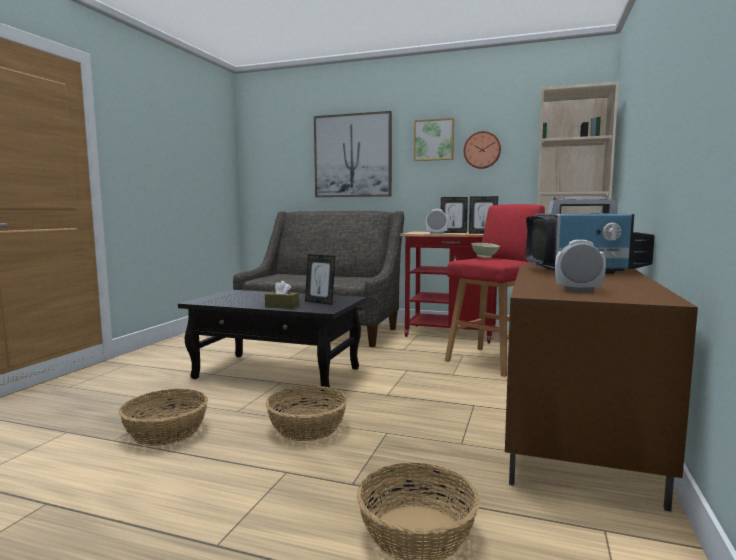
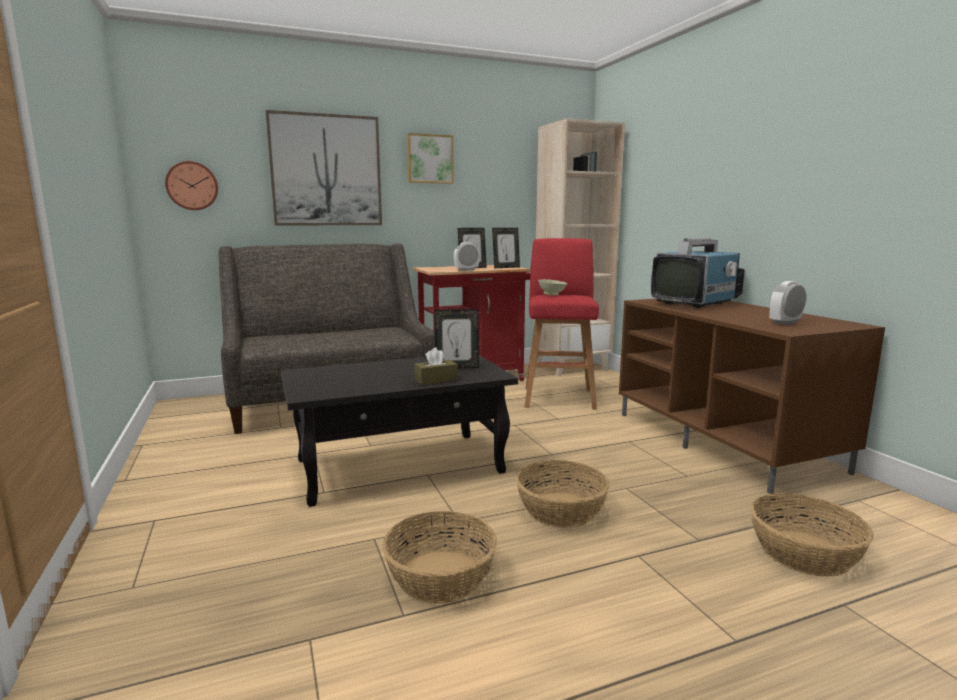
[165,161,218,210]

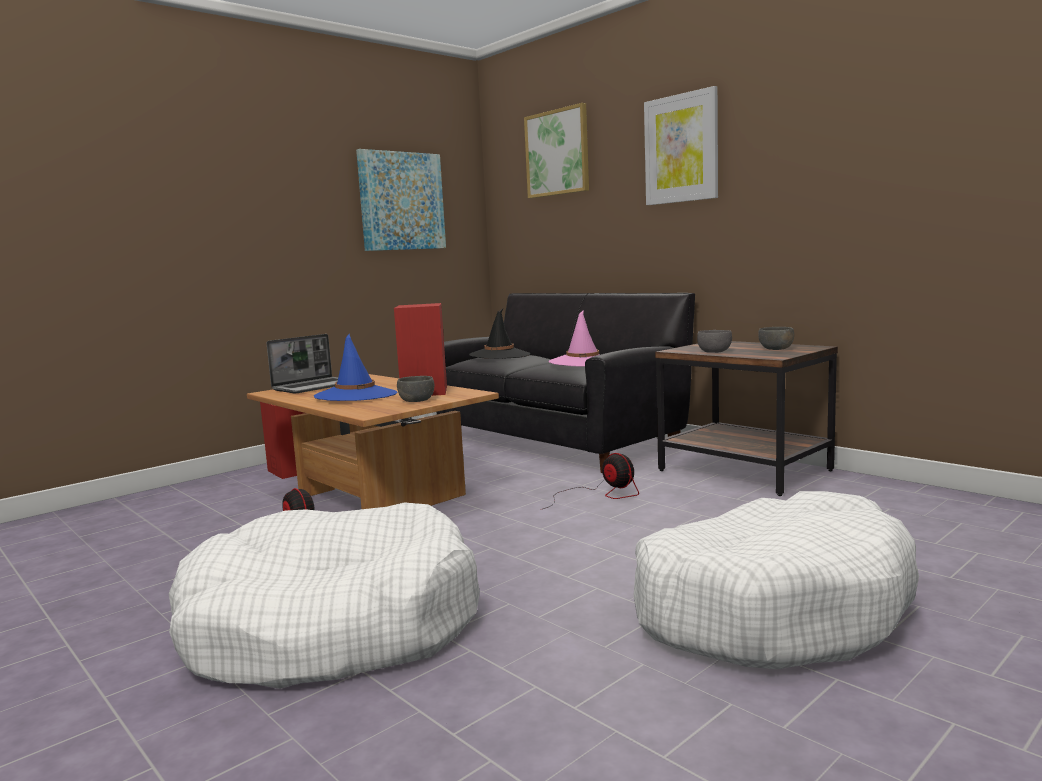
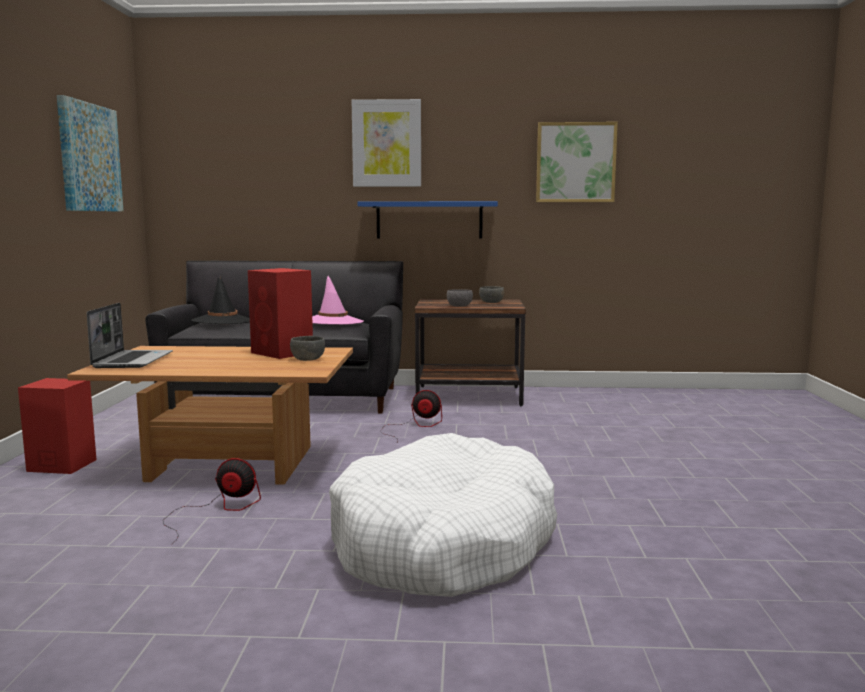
[358,201,498,239]
[536,122,618,202]
[314,334,397,401] (first image)
[634,491,919,669] (first image)

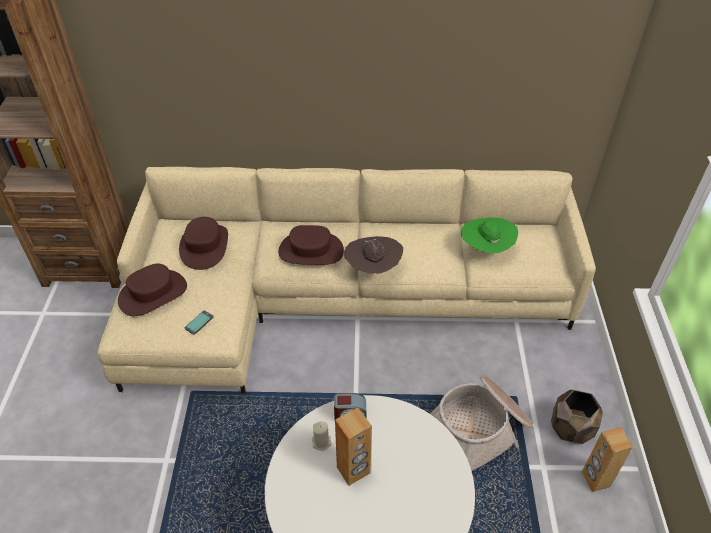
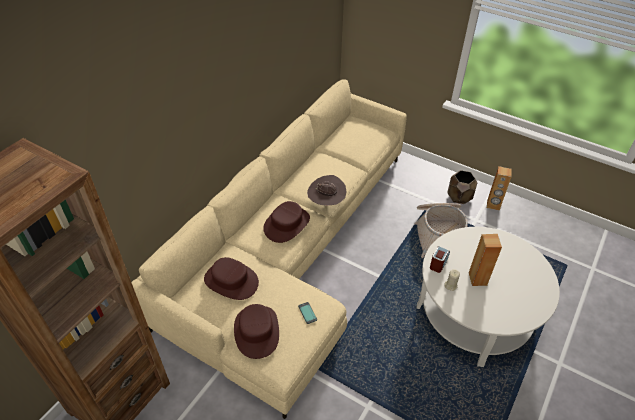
[461,218,518,253] (first image)

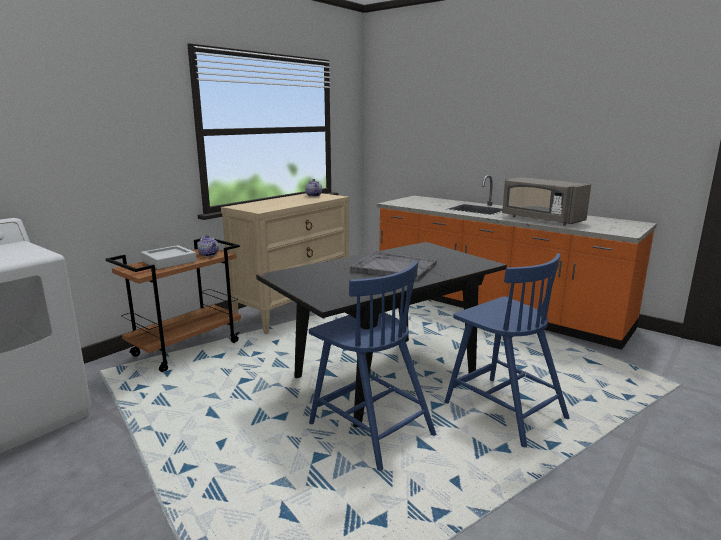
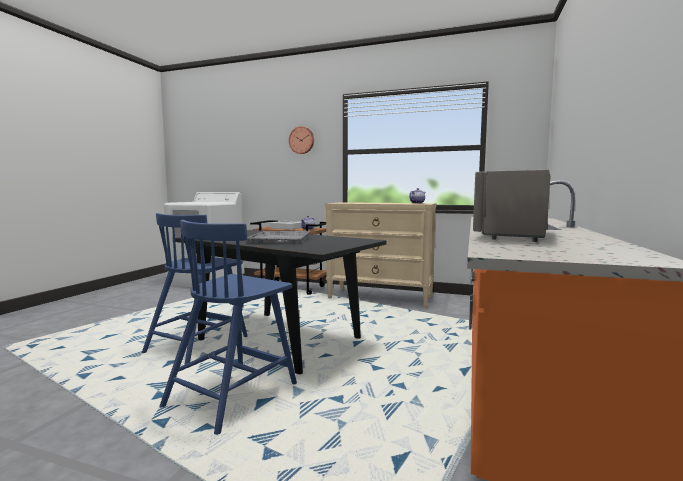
[289,126,314,154]

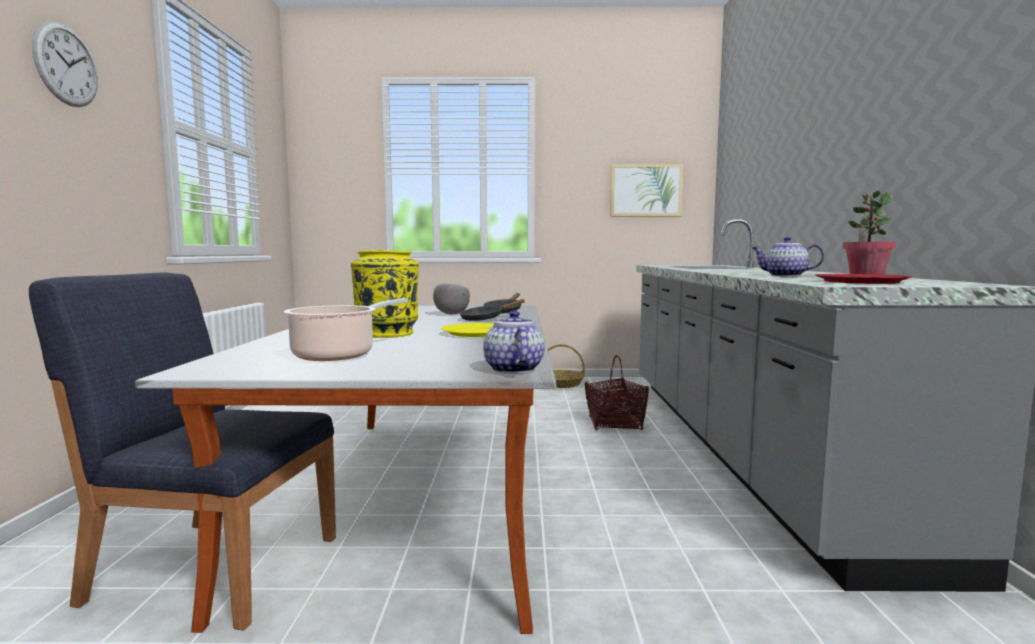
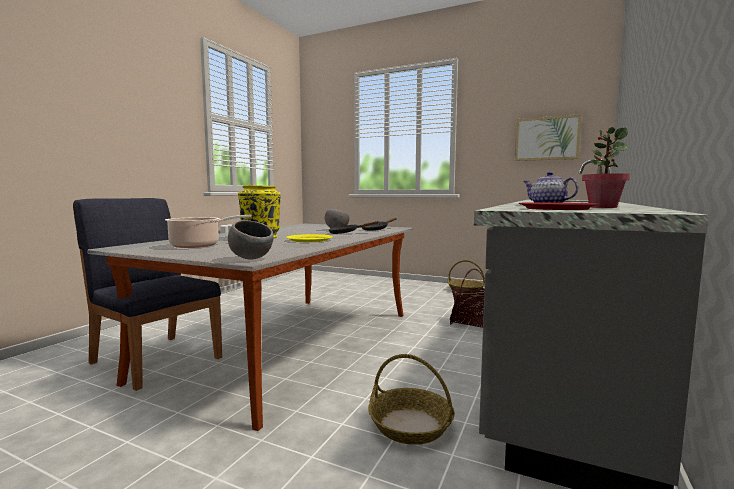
[228,220,274,259]
[368,354,455,444]
[32,21,98,107] (first image)

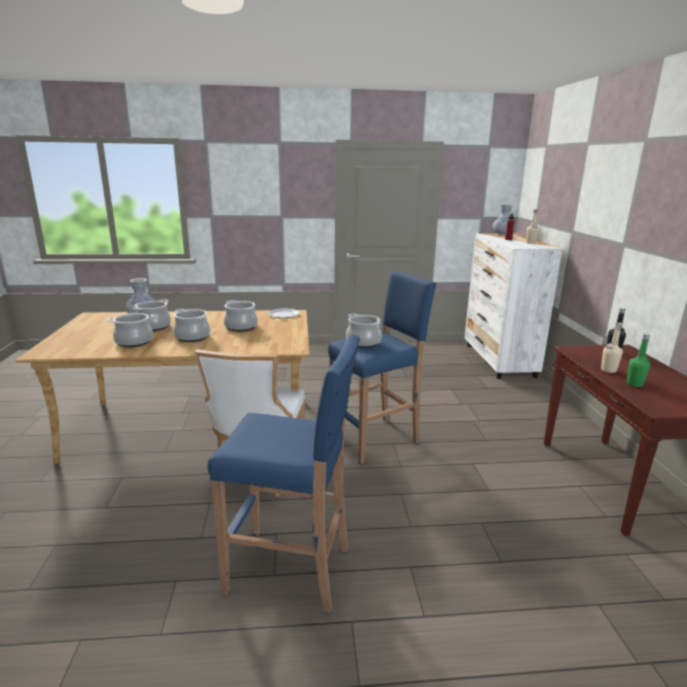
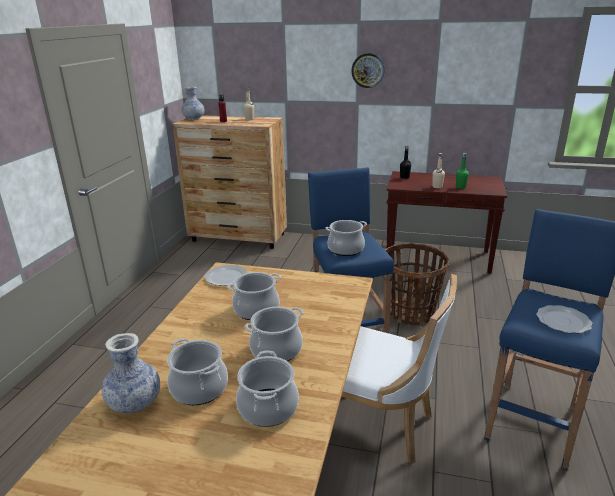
[172,115,287,249]
[351,53,385,88]
[383,243,449,325]
[536,305,593,333]

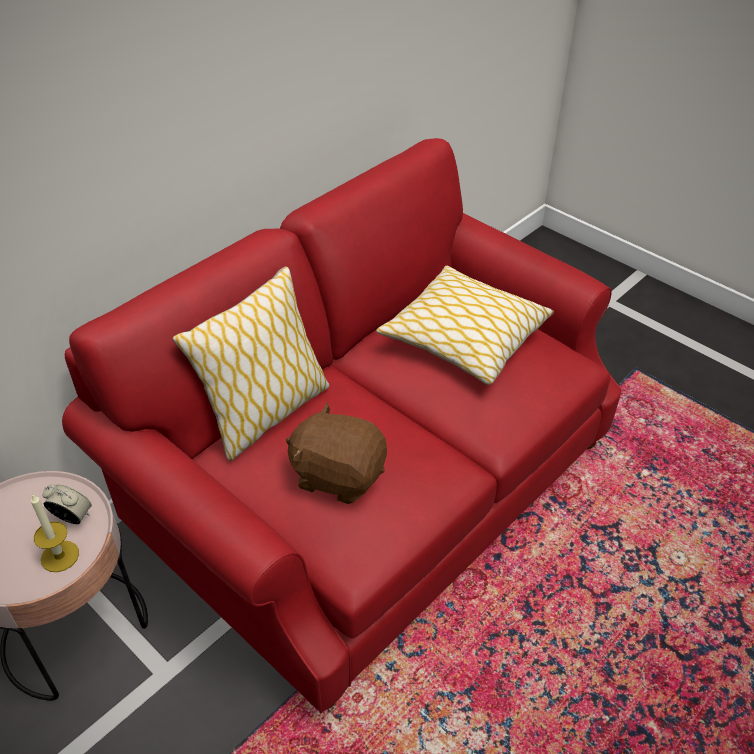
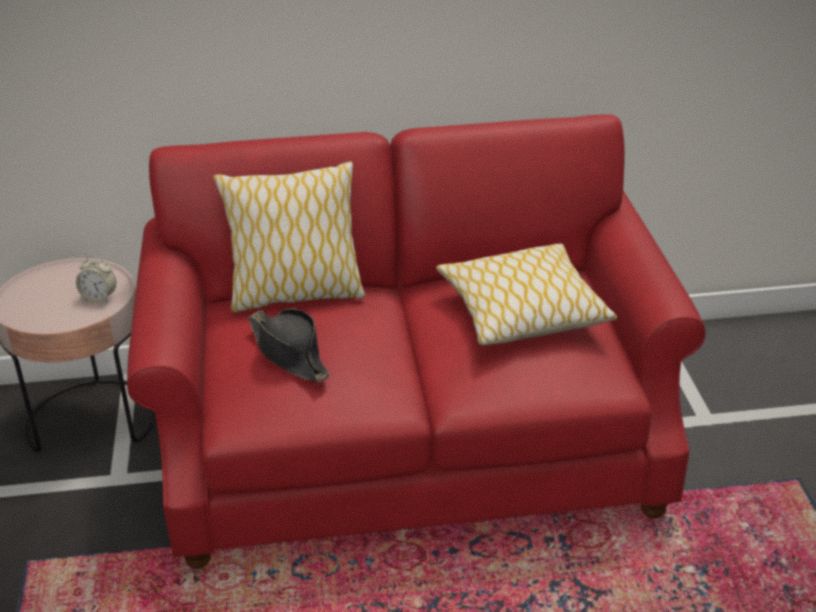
[76,256,116,303]
[248,309,330,382]
[31,494,79,572] (first image)

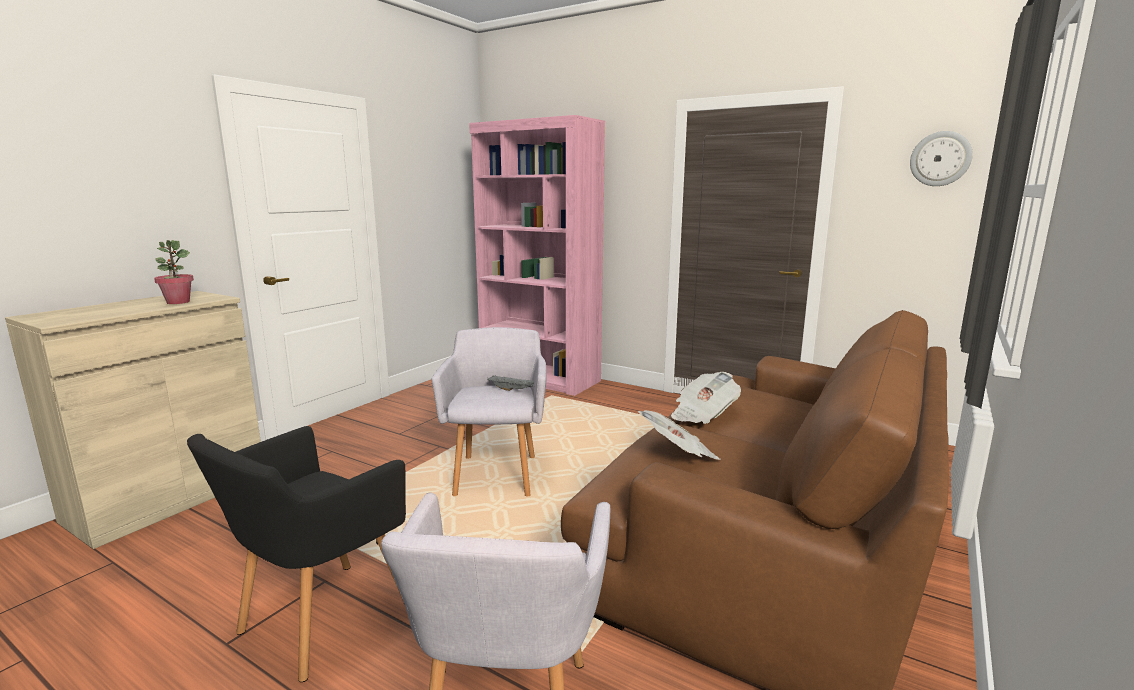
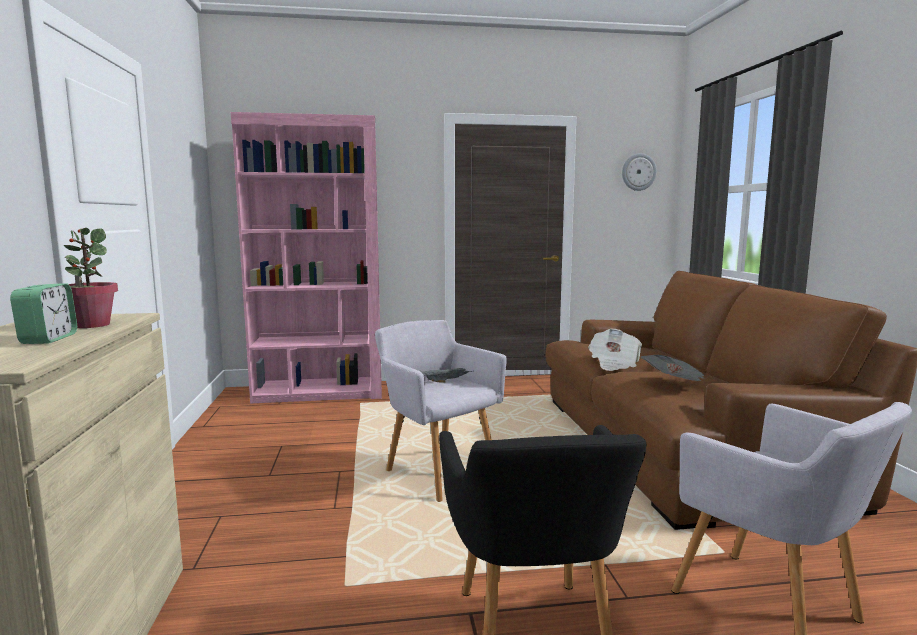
[10,283,77,344]

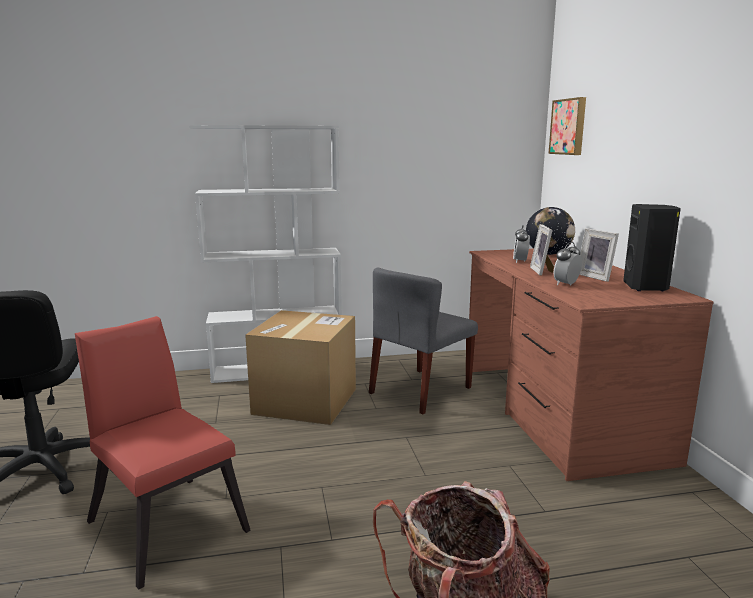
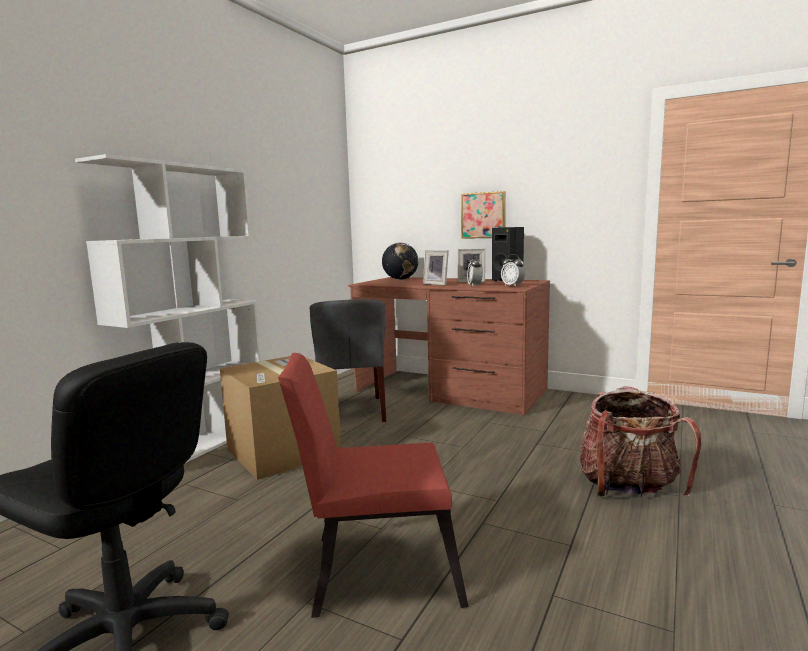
[461,191,506,239]
[501,254,525,287]

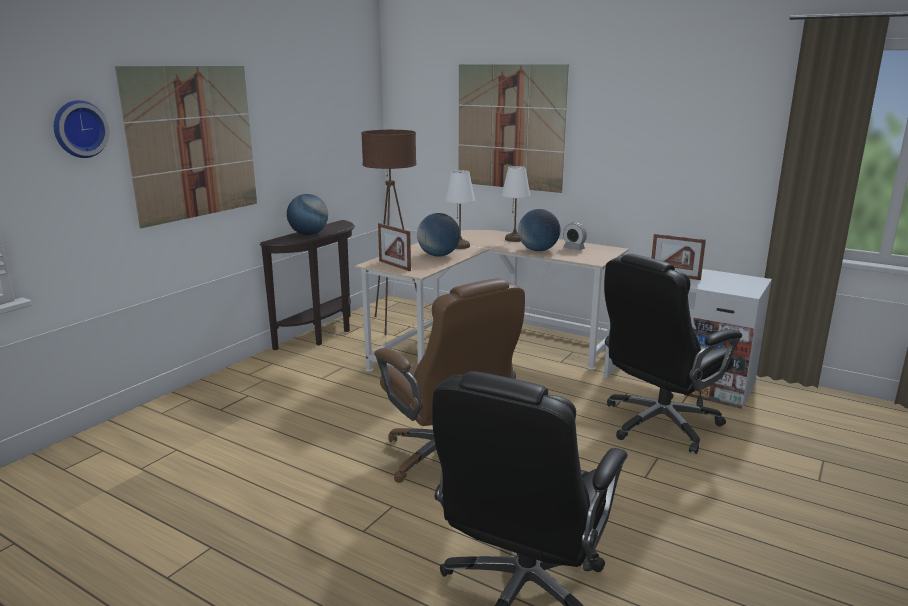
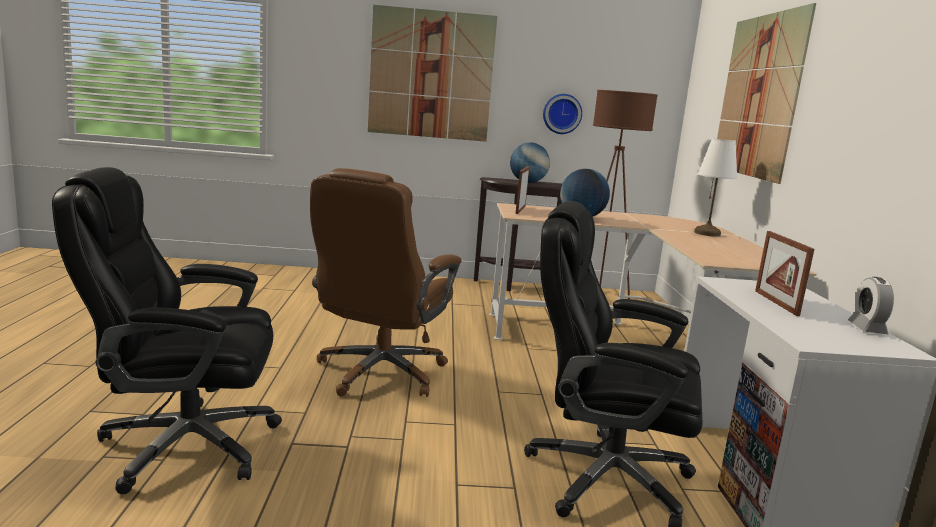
[543,94,582,134]
[848,277,894,334]
[445,170,475,249] (first image)
[518,209,560,251] (first image)

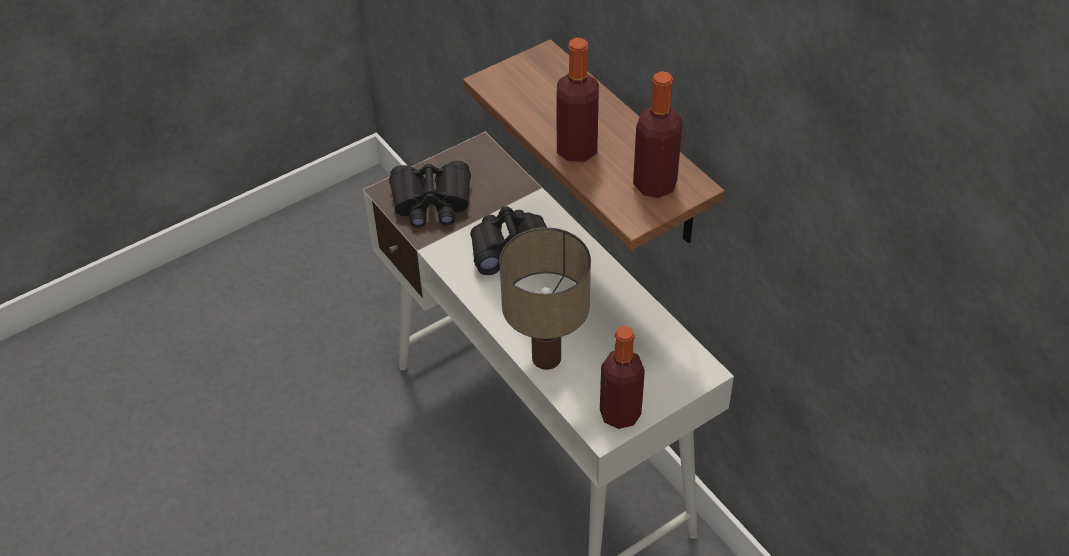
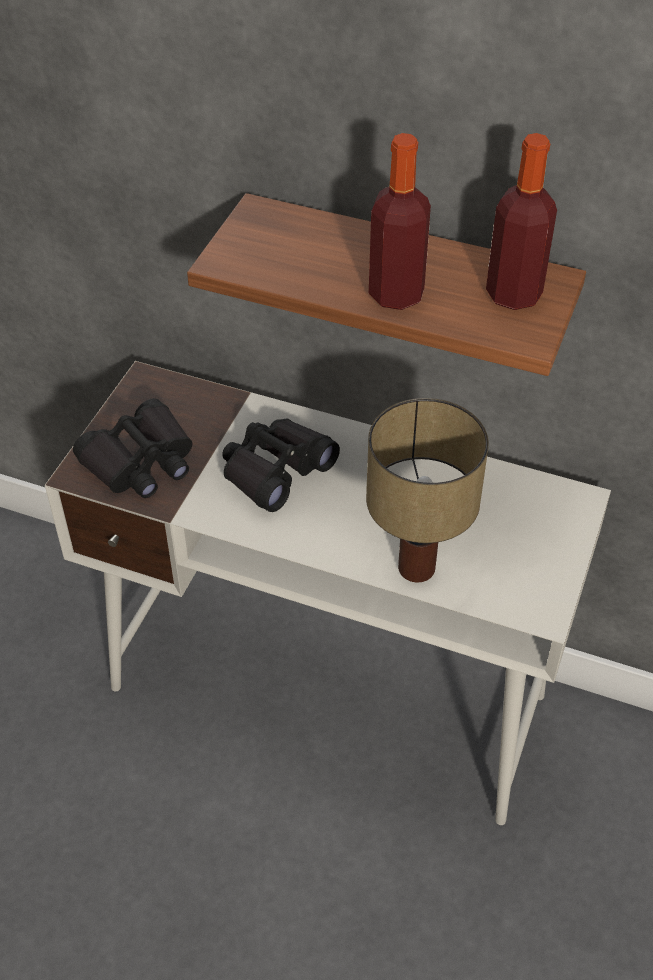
[600,326,645,429] (first image)

